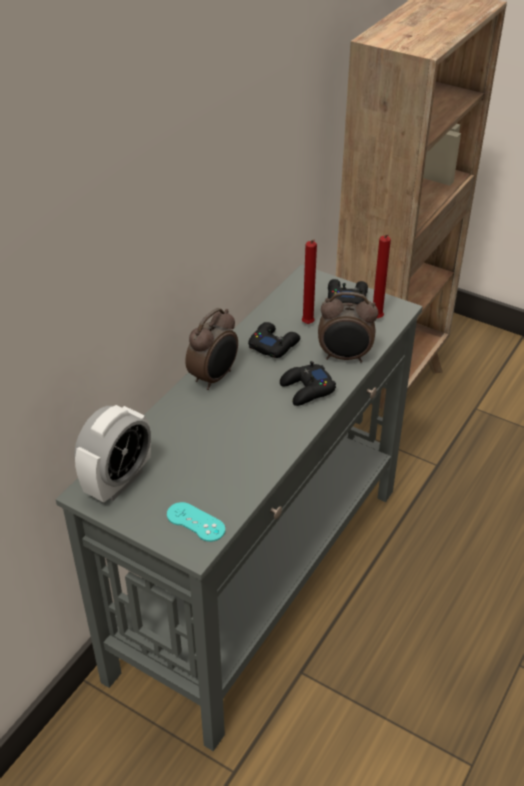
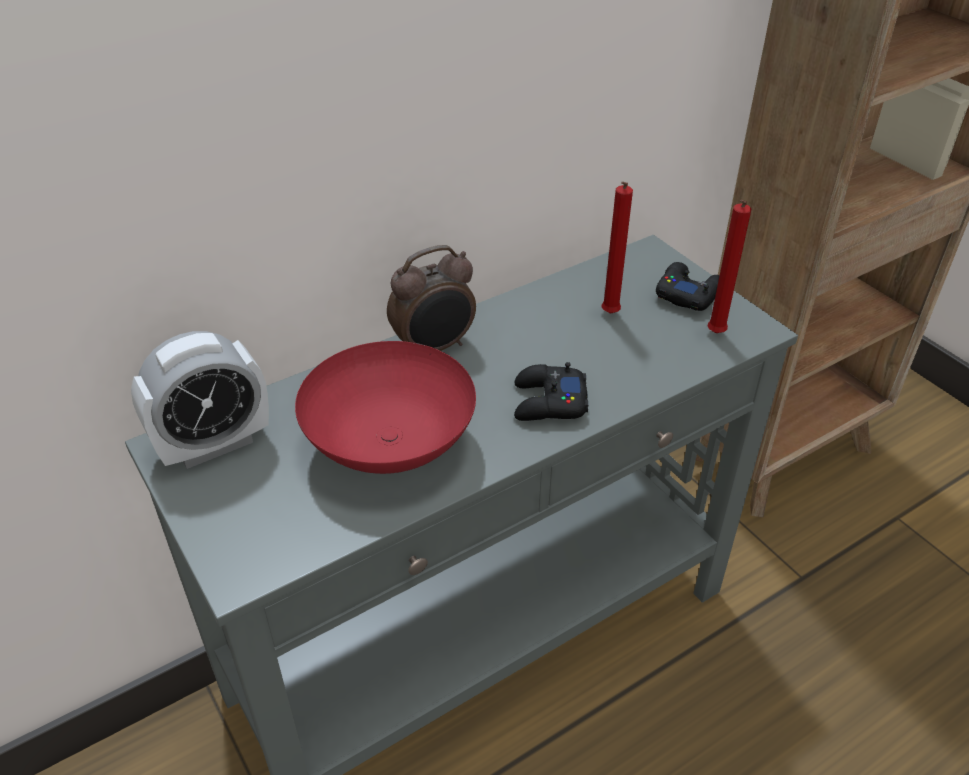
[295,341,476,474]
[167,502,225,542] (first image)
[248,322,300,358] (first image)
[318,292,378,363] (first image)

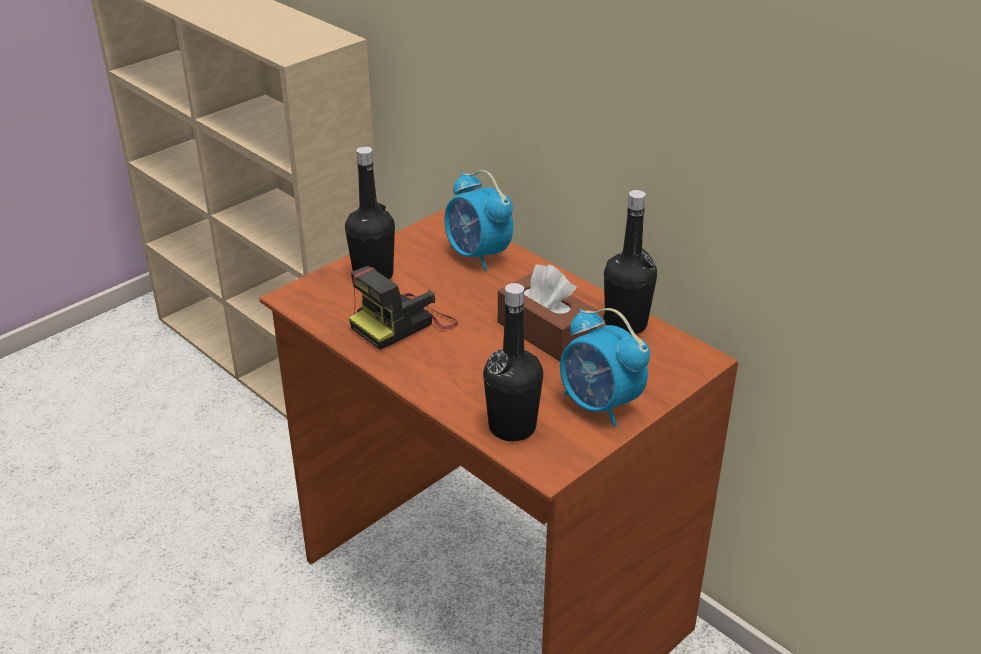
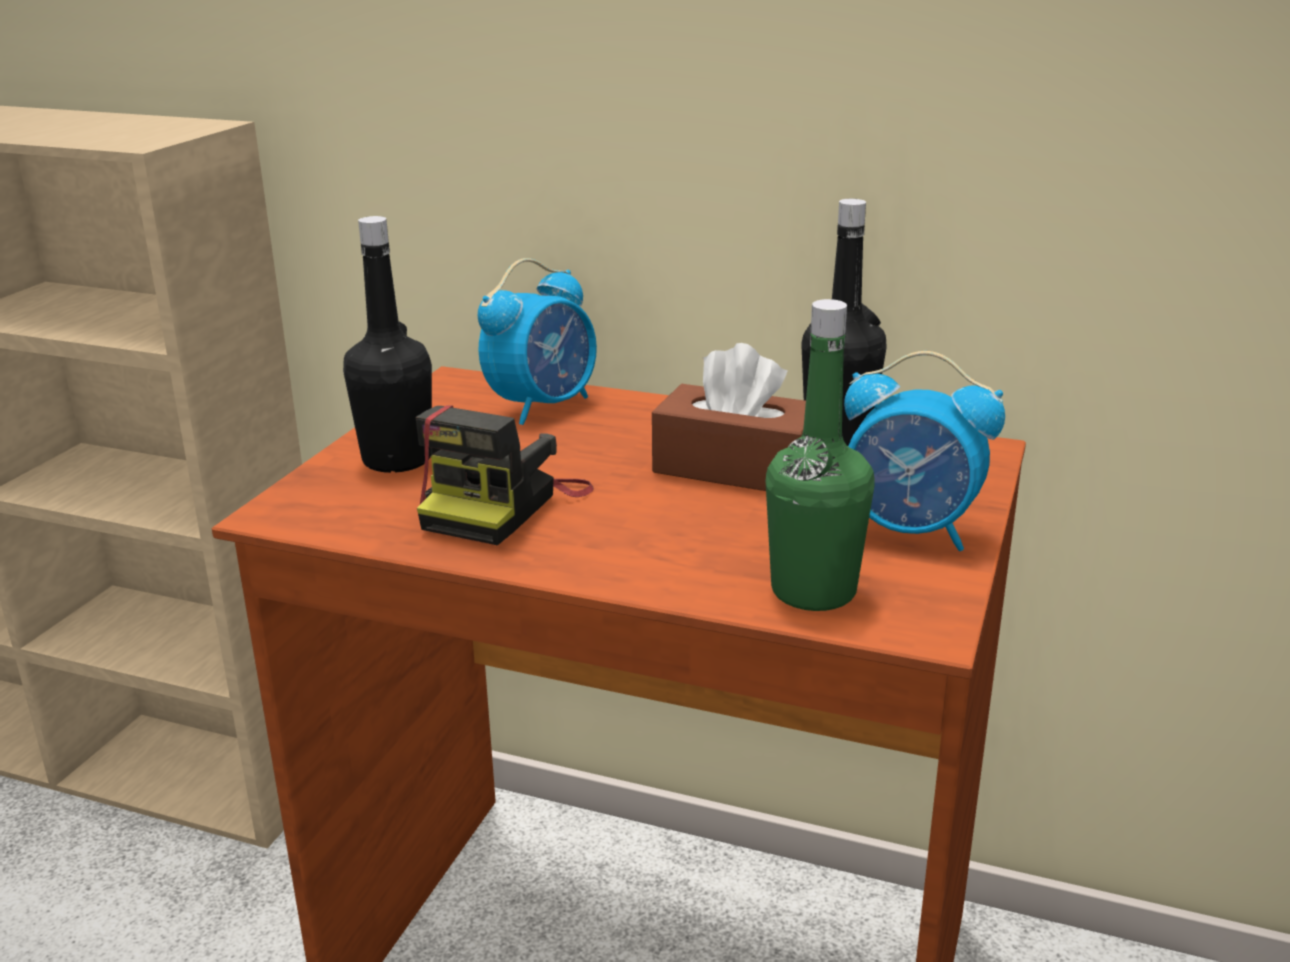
[478,258,597,425]
[766,299,874,611]

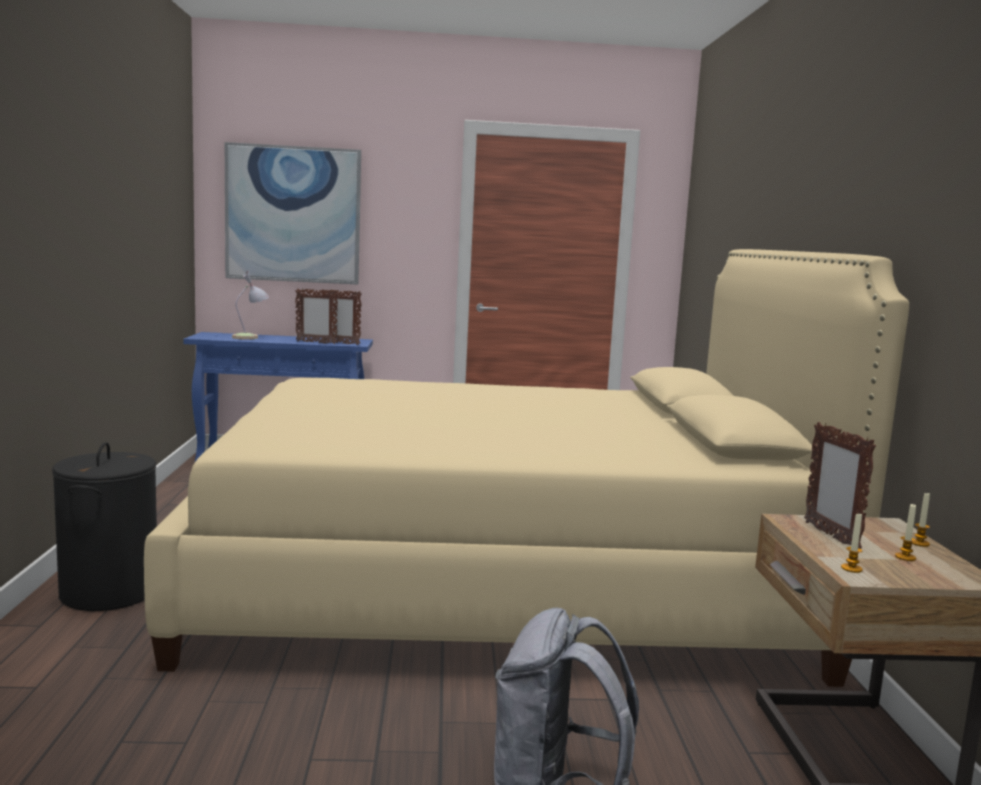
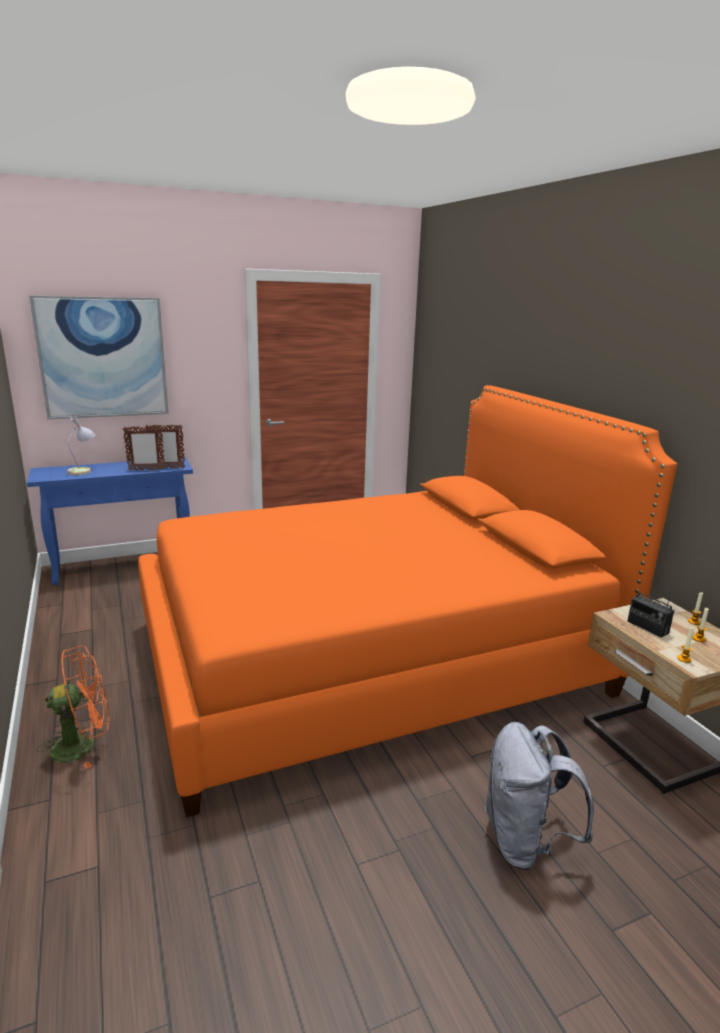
[37,645,110,769]
[138,385,677,818]
[627,587,674,638]

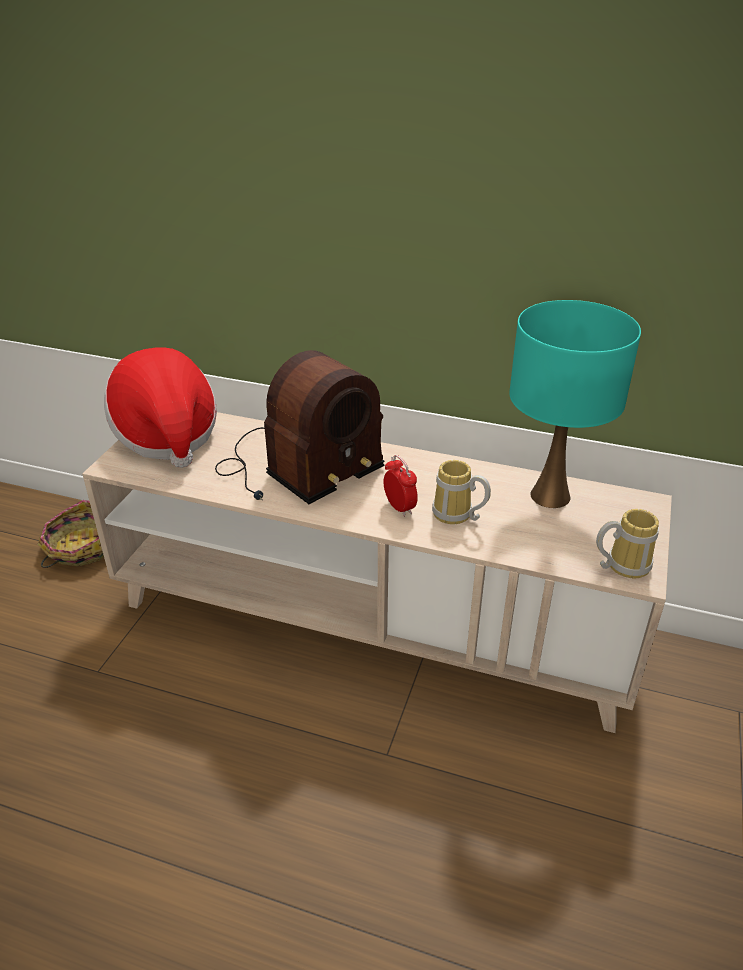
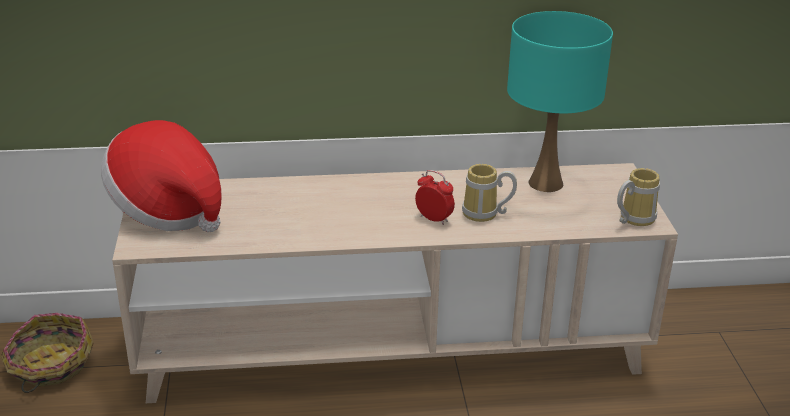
[215,350,385,504] (first image)

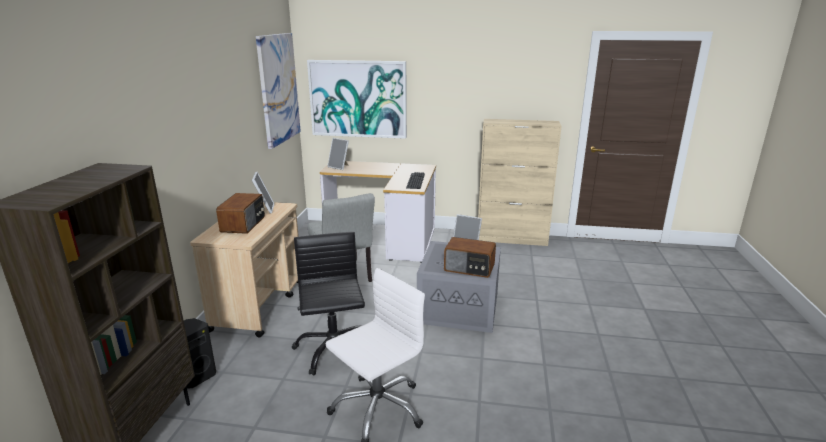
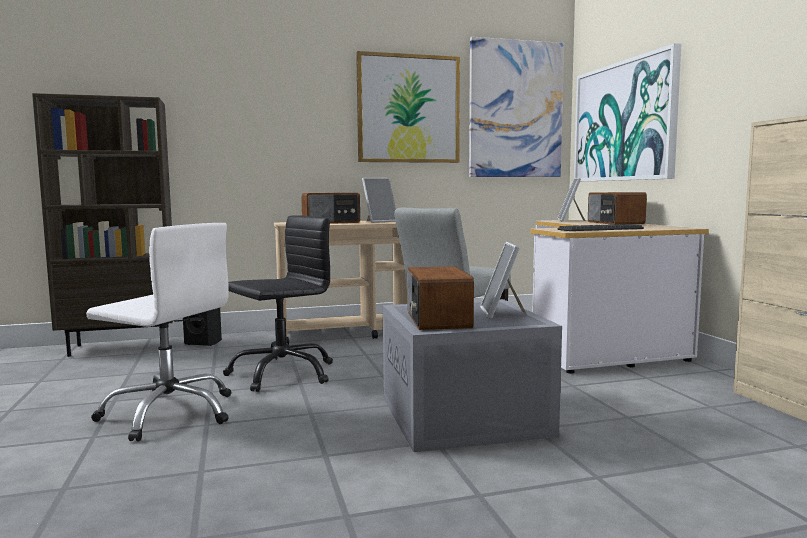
[356,51,460,163]
[588,192,647,225]

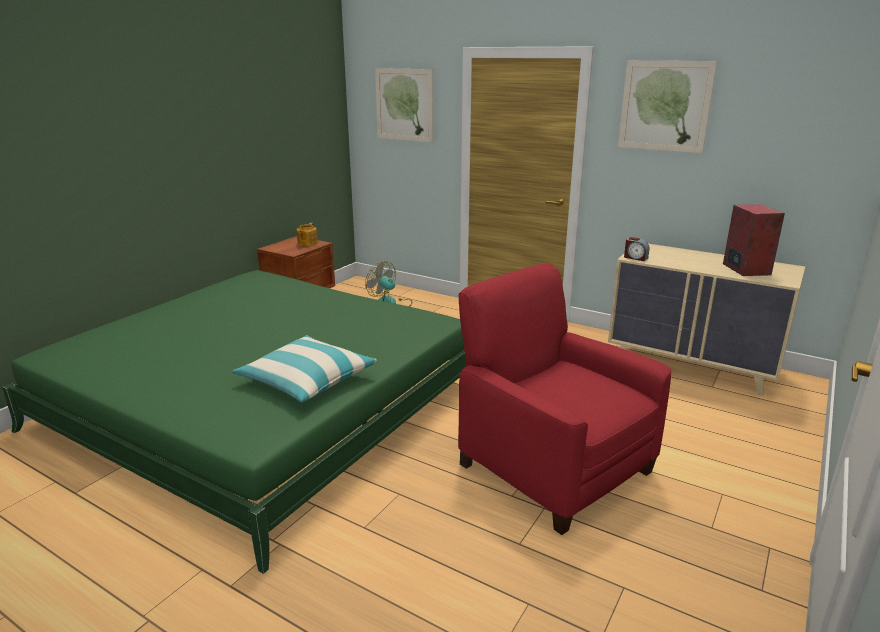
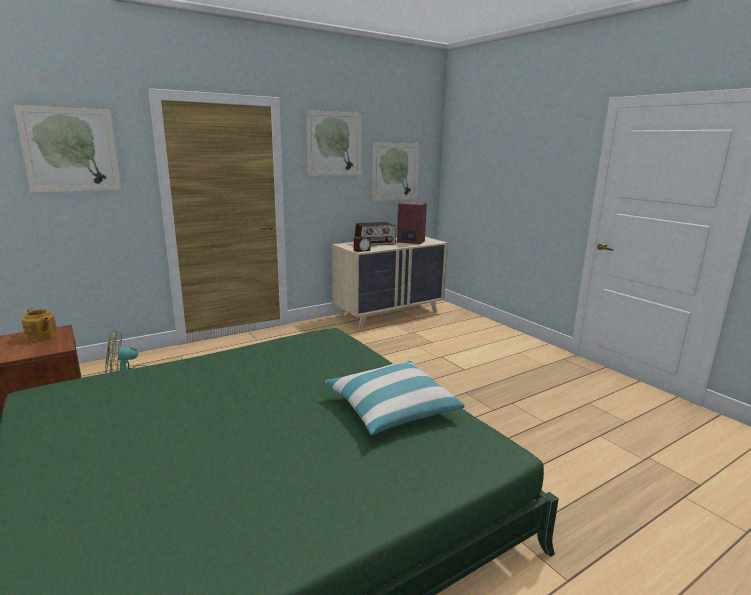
[354,222,396,246]
[372,143,420,201]
[458,263,672,535] (first image)

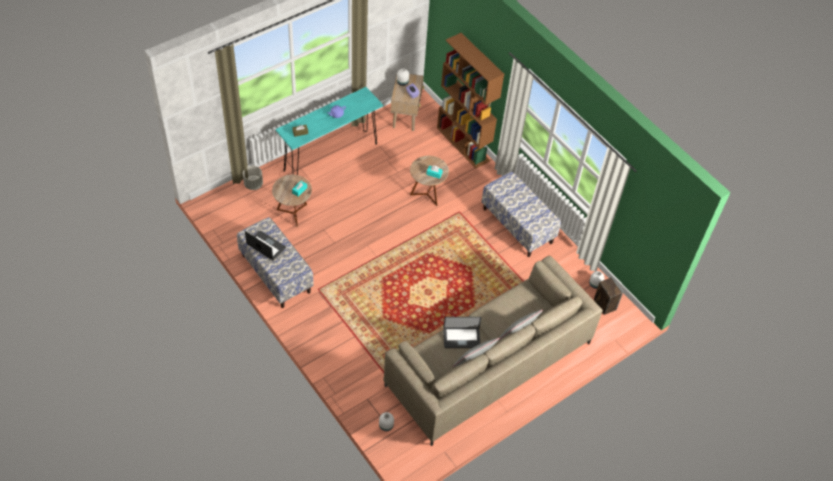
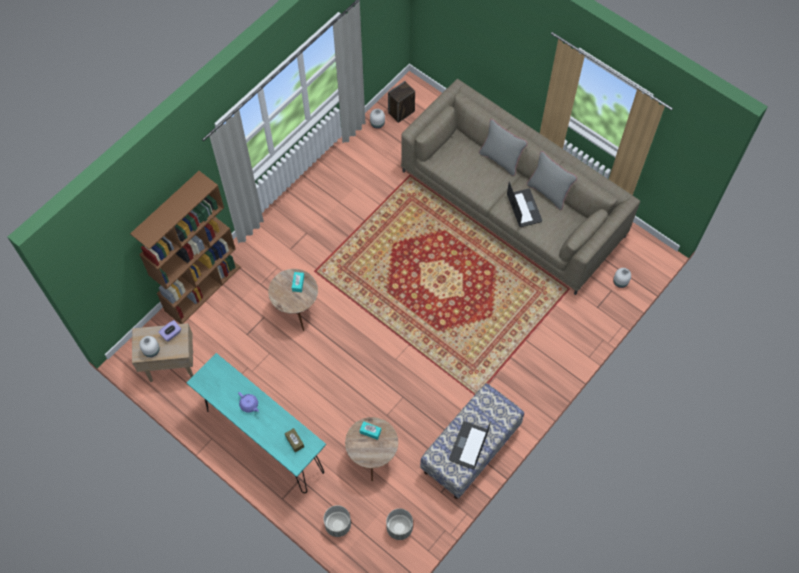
[386,508,413,540]
[481,171,561,257] (first image)

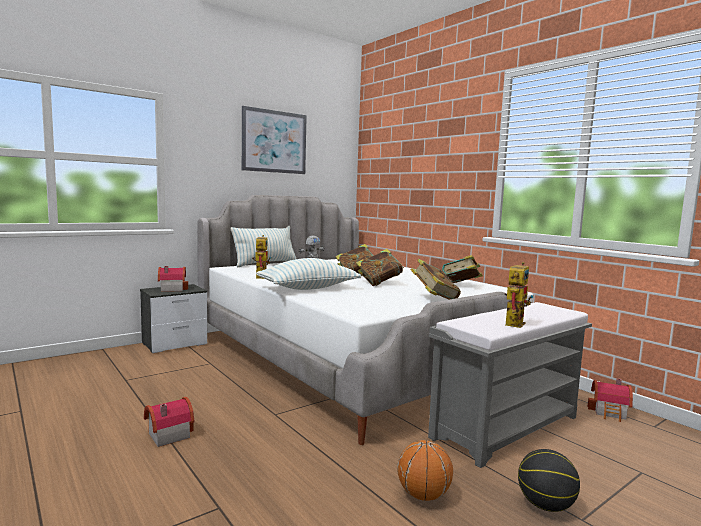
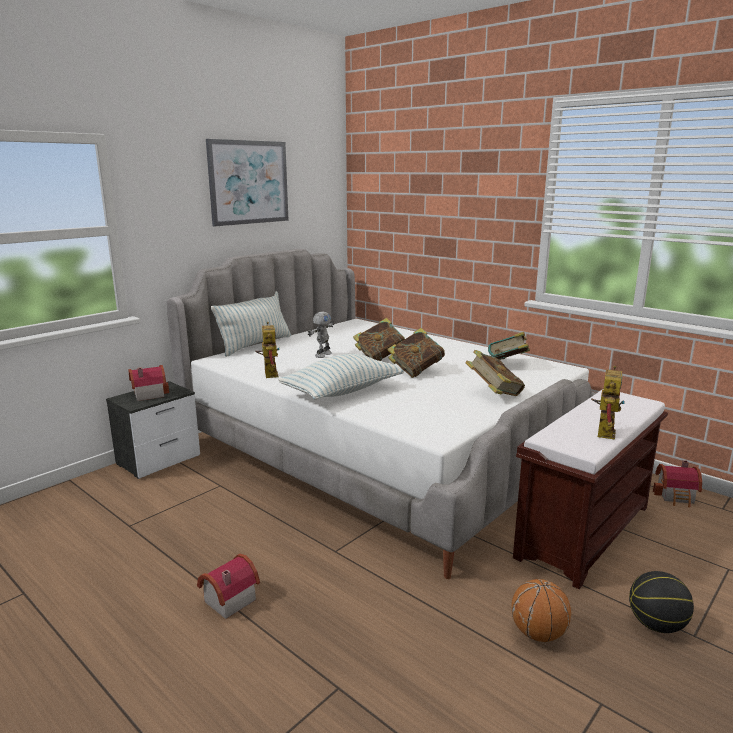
[513,389,668,589]

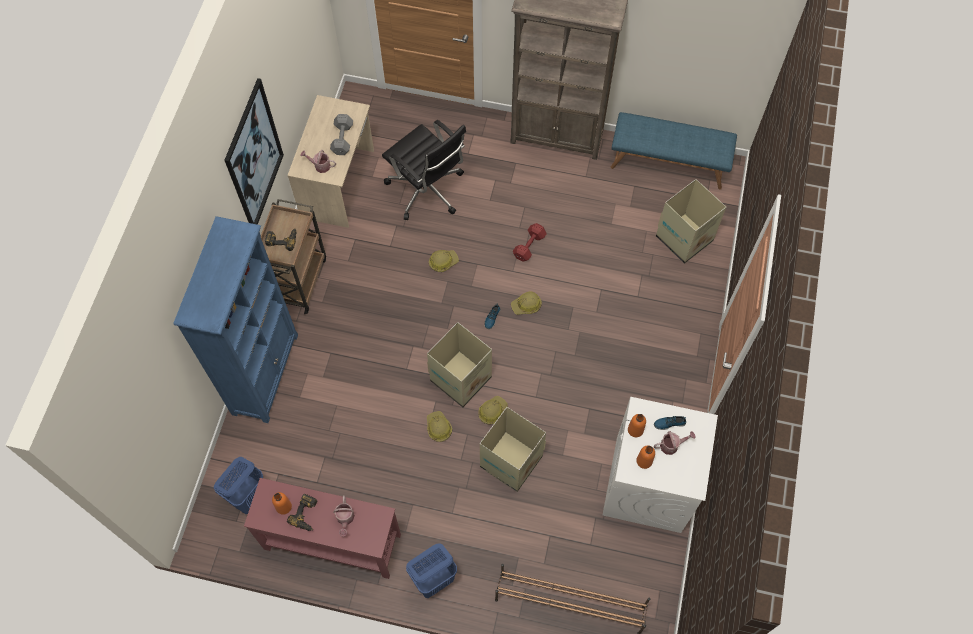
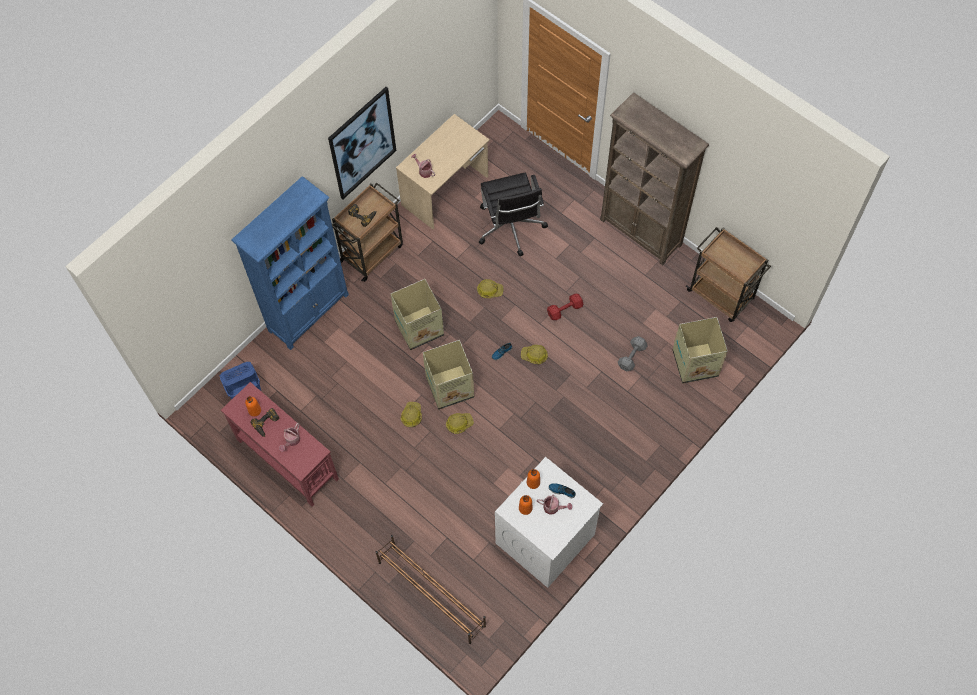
[390,279,444,350]
[618,336,648,371]
[686,227,771,322]
[406,543,457,598] (first image)

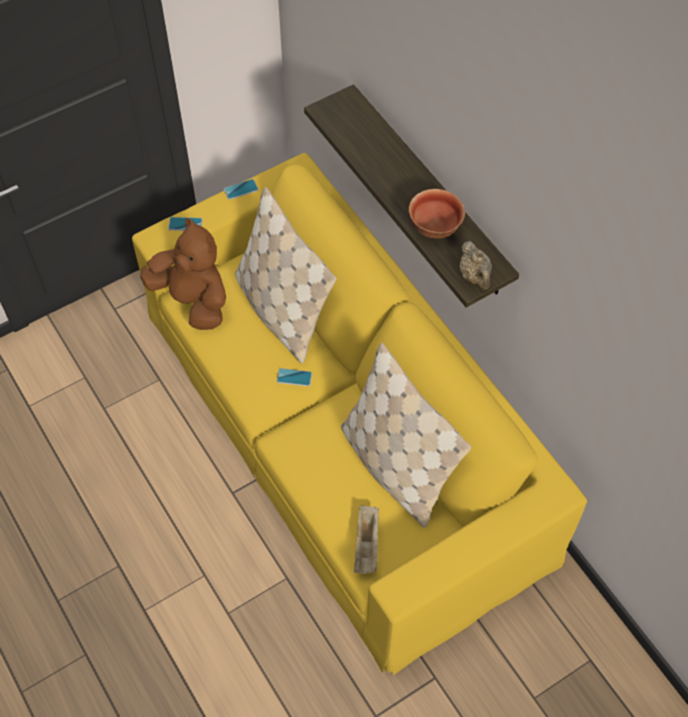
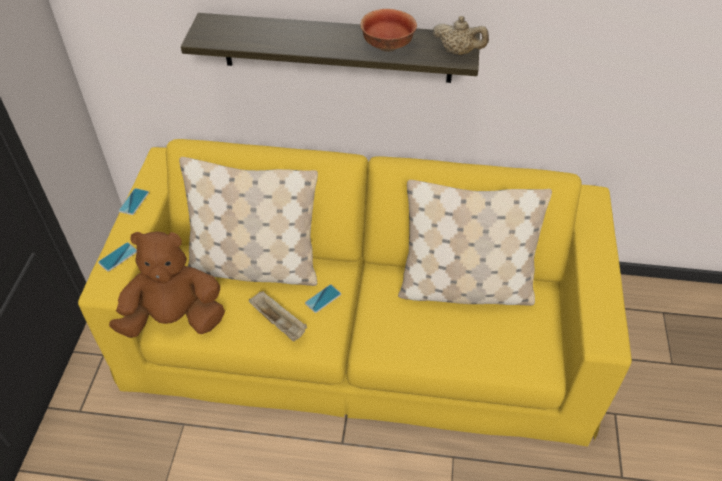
[248,291,307,342]

